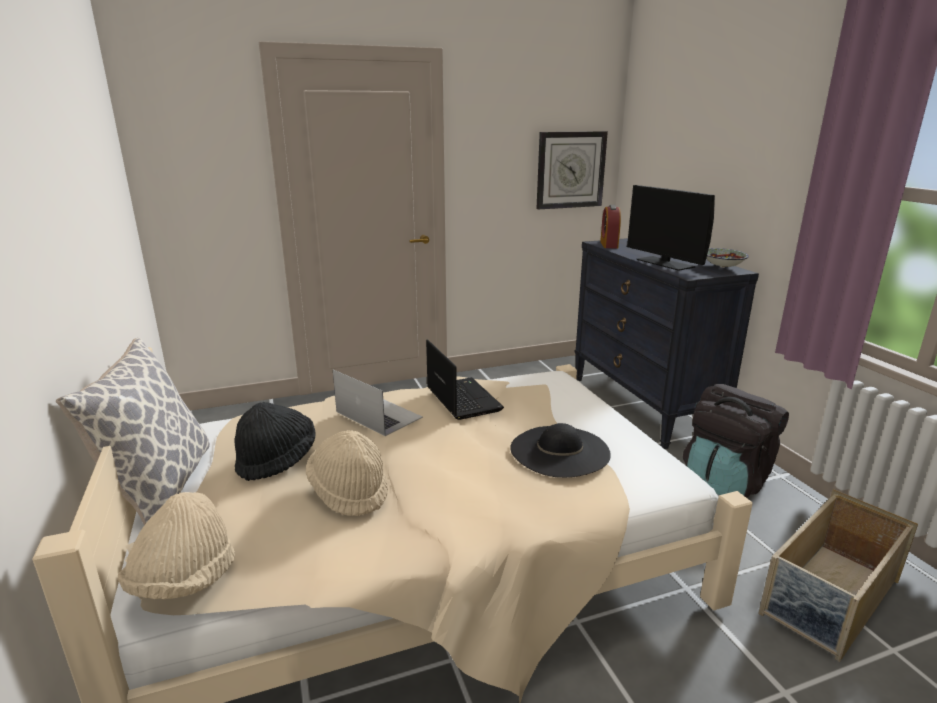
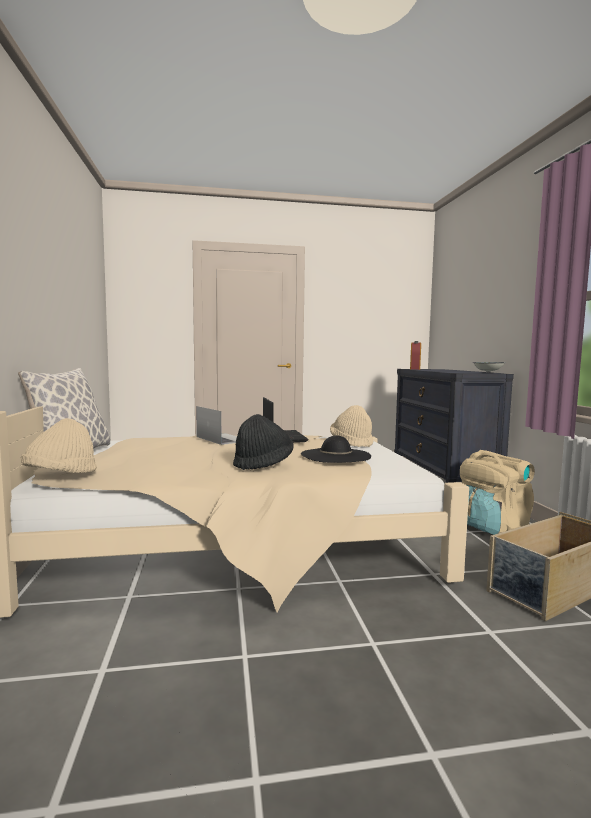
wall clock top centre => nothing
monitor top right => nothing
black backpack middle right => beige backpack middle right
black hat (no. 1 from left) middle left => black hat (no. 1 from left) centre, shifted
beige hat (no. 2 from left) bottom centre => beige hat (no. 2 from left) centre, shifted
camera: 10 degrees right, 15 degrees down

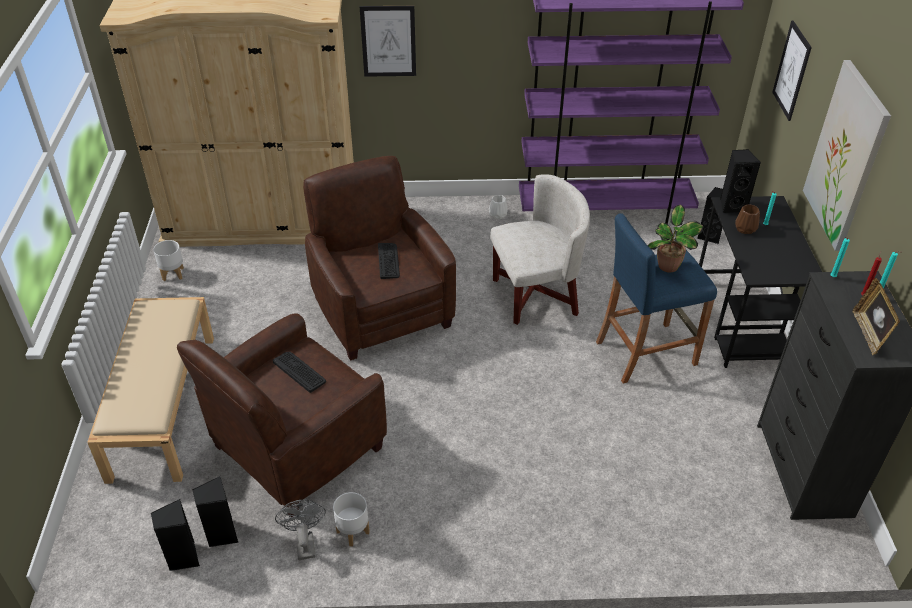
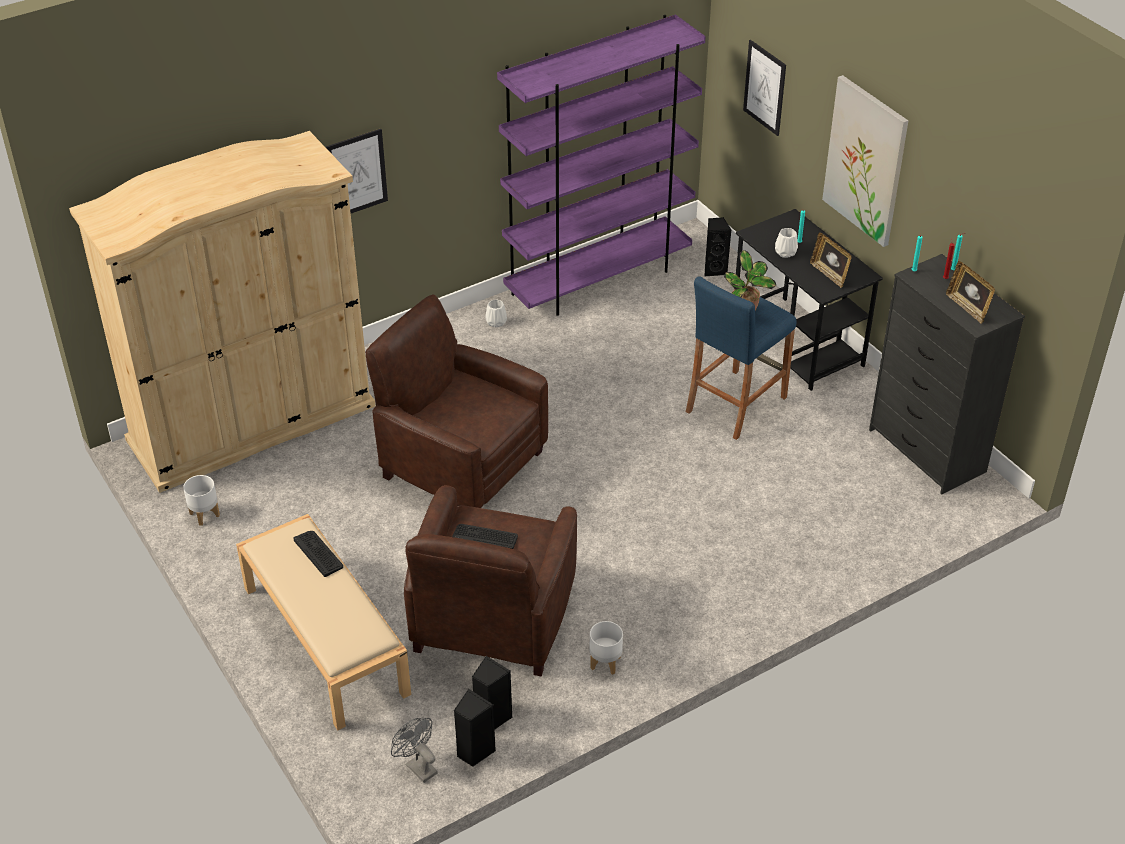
black speaker (no. 4 from left) top right => nothing
white armchair centre => nothing
brown vase middle right => white vase (no. 2 from left) top right
keyboard (no. 2 from left in the first image) centre => keyboard (no. 1 from left) middle left, shifted
grey fan bottom left => grey fan bottom centre, shifted
nothing => picture frame (no. 1 from left) top right
camera: 30 degrees left, 0 degrees up

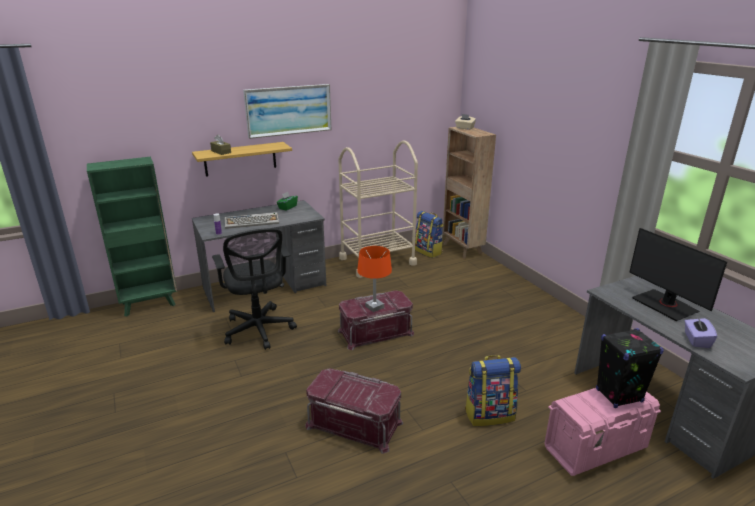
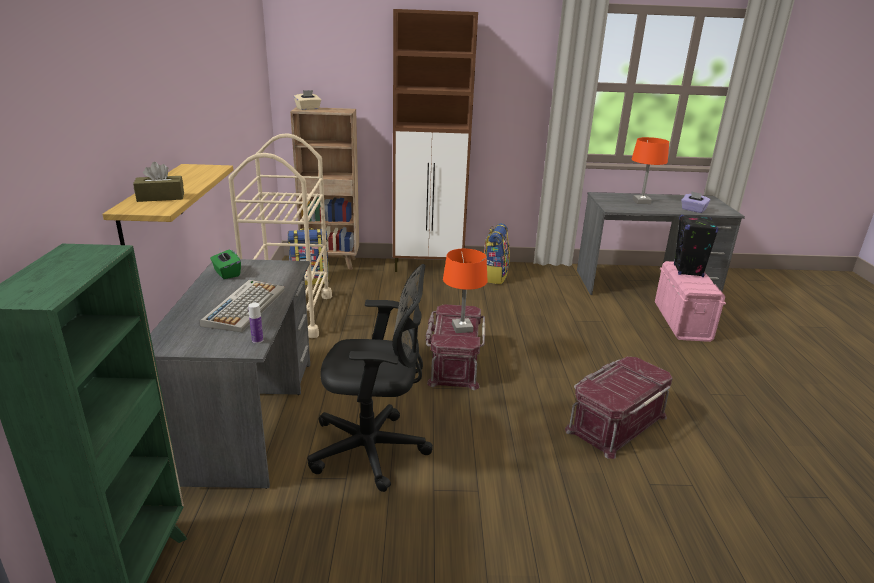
picture top centre => nothing
monitor middle right => orange table lamp (no. 2 from left) top right
backpack (no. 2 from left) bottom centre => backpack (no. 2 from left) centre, shifted
nothing => brown cabinet top centre
camera: 65 degrees left, 0 degrees up

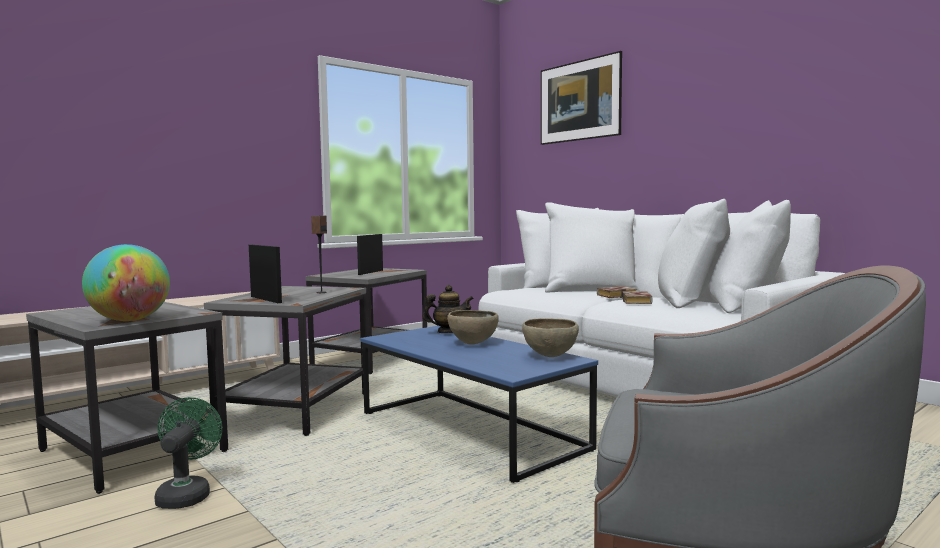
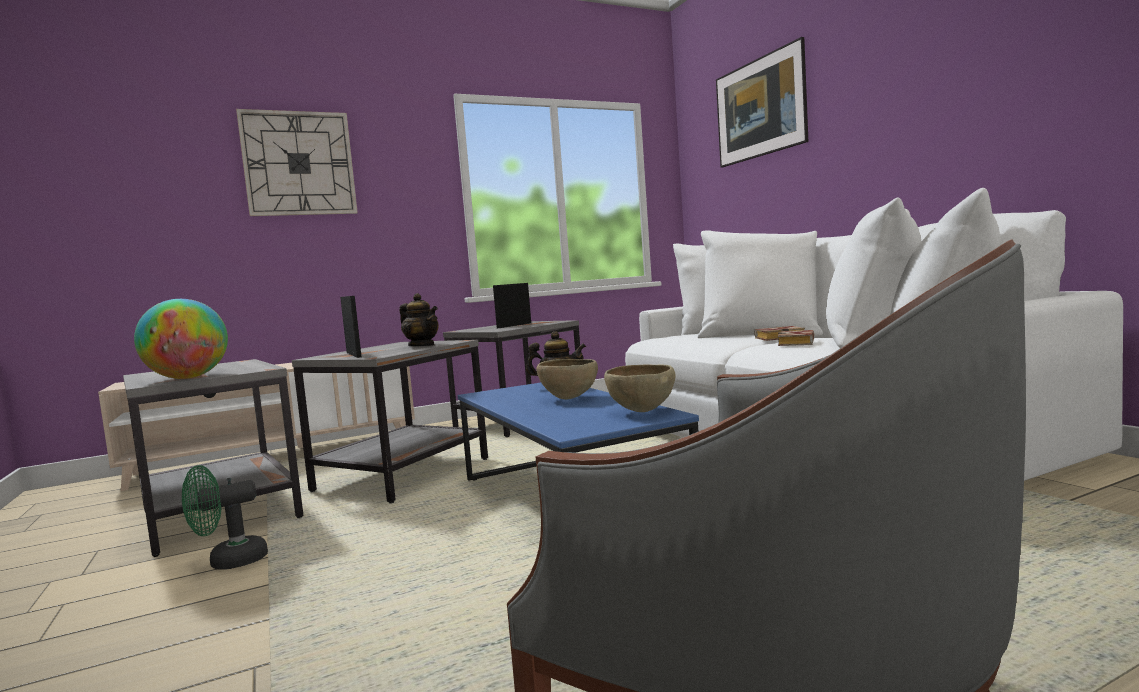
speaker centre => teapot (no. 1 from left) centre
green fan bottom left, 135 degrees counterclockwise
nothing => wall clock top left
camera: 15 degrees right, 0 degrees up

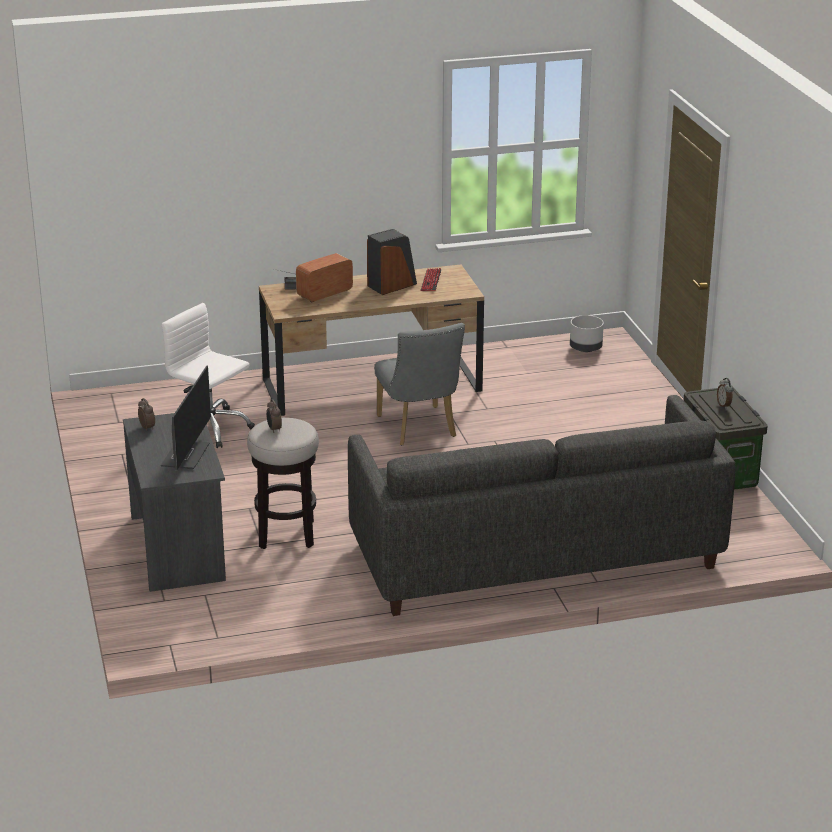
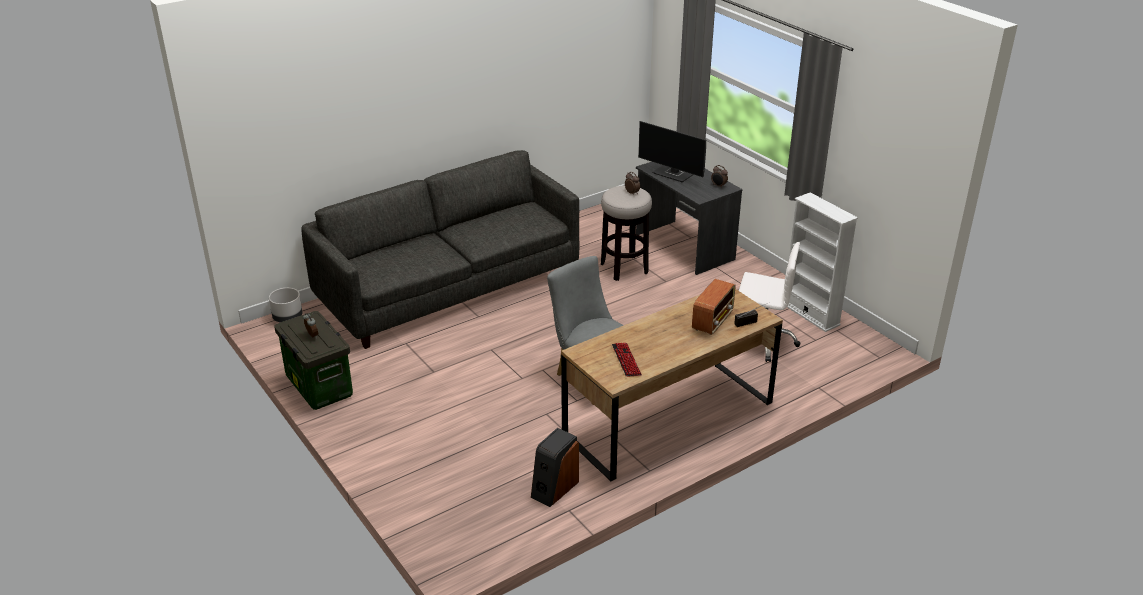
speaker top centre => speaker bottom centre, shifted
grey planter middle right => grey planter middle left, shifted
monitor middle left => monitor top centre, 45 degrees counterclockwise
nothing => white bookcase middle right
camera: 160 degrees right, 5 degrees up

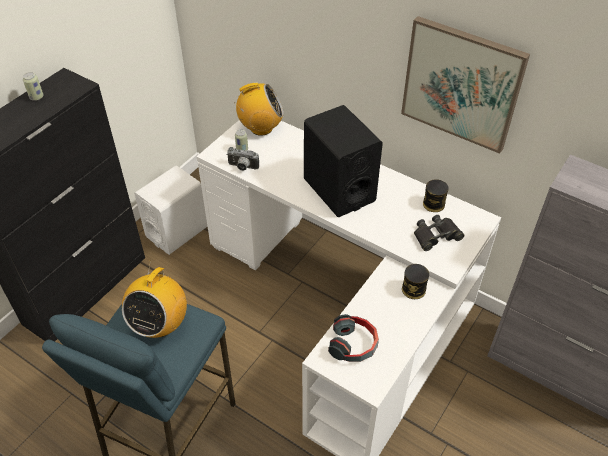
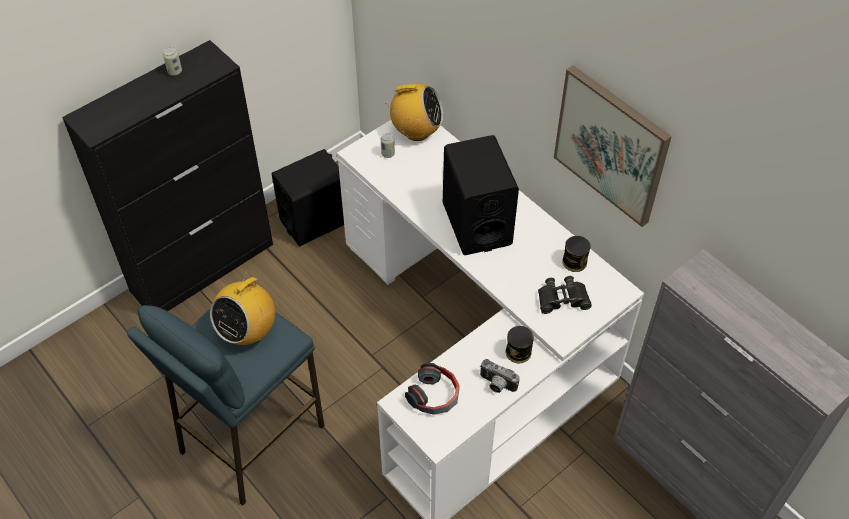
photo camera centre => photo camera bottom centre, shifted
white speaker middle left => black speaker (no. 1 from left) centre
camera: 15 degrees right, 5 degrees up

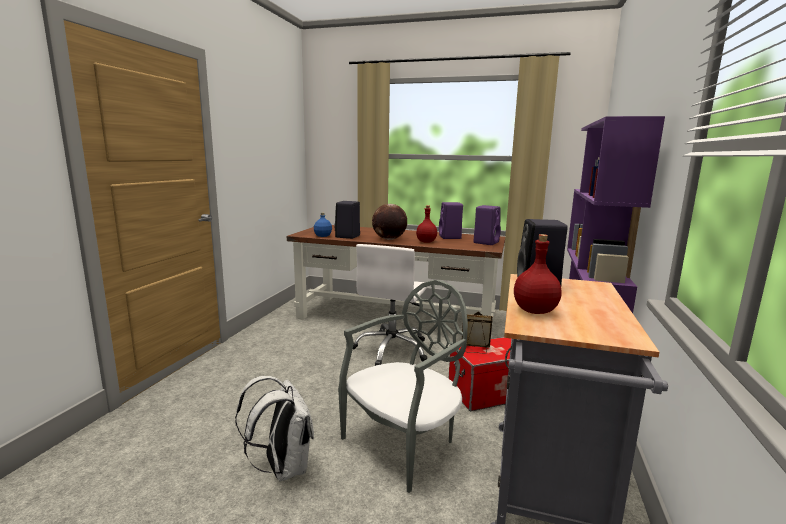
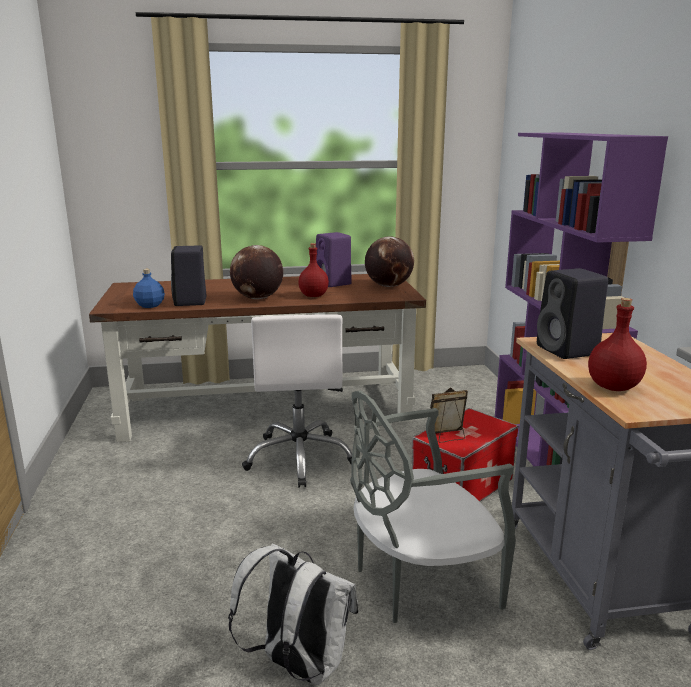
purple speaker (no. 2 from left) centre => globe (no. 2 from left) centre
grey chair bottom centre, 135 degrees counterclockwise
camera: 25 degrees left, 5 degrees up

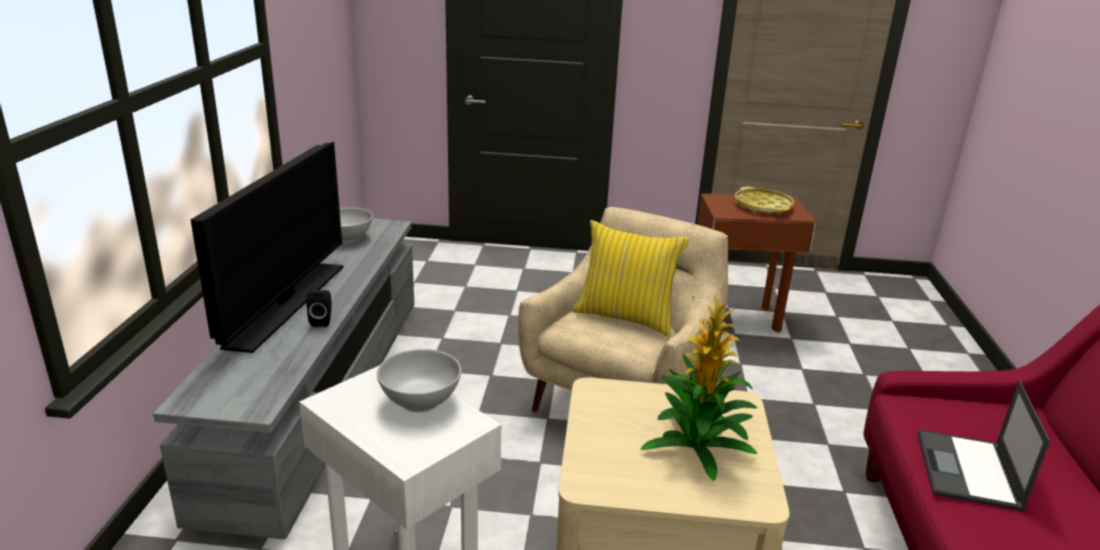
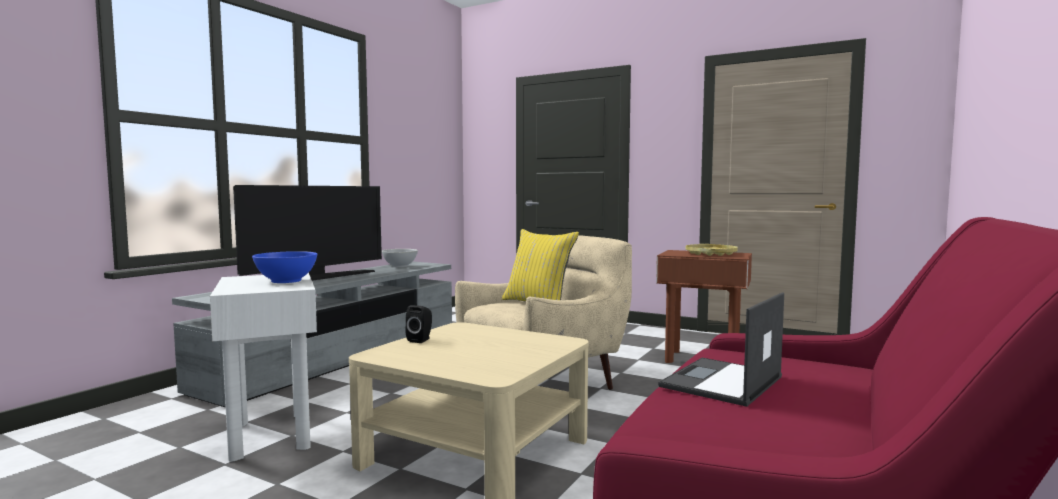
black speaker middle left => black speaker centre, shifted
potted plant bottom centre => nothing
white bowl (no. 2 from left) bottom centre => blue bowl middle left
camera: 25 degrees right, 20 degrees down

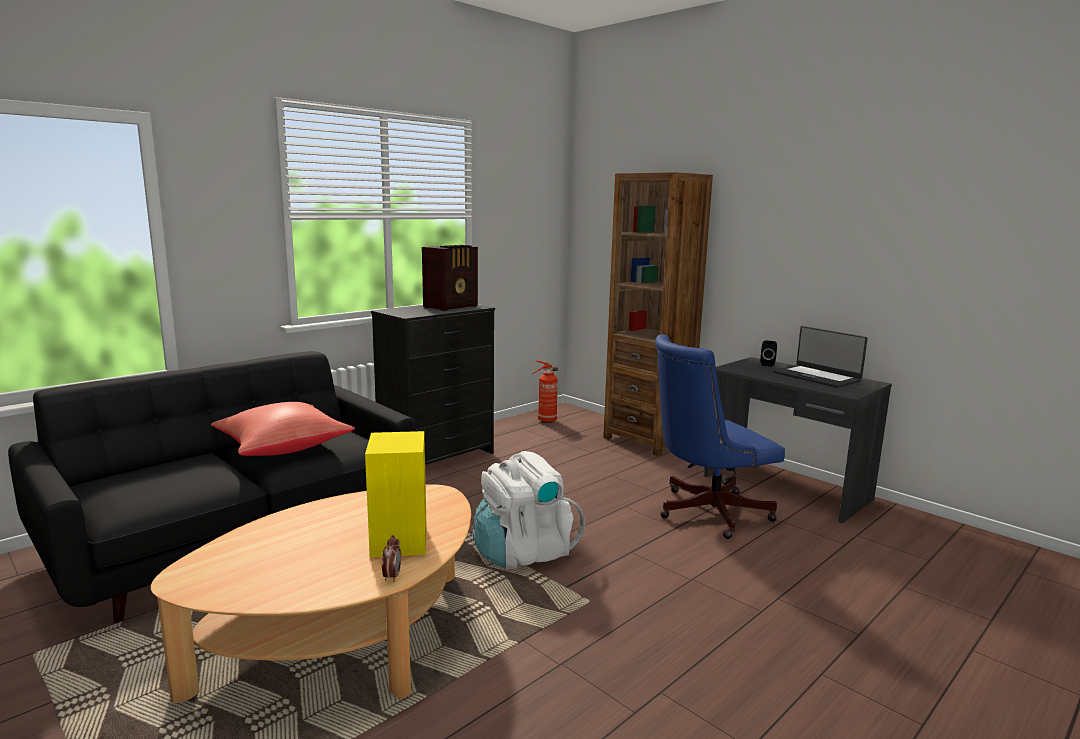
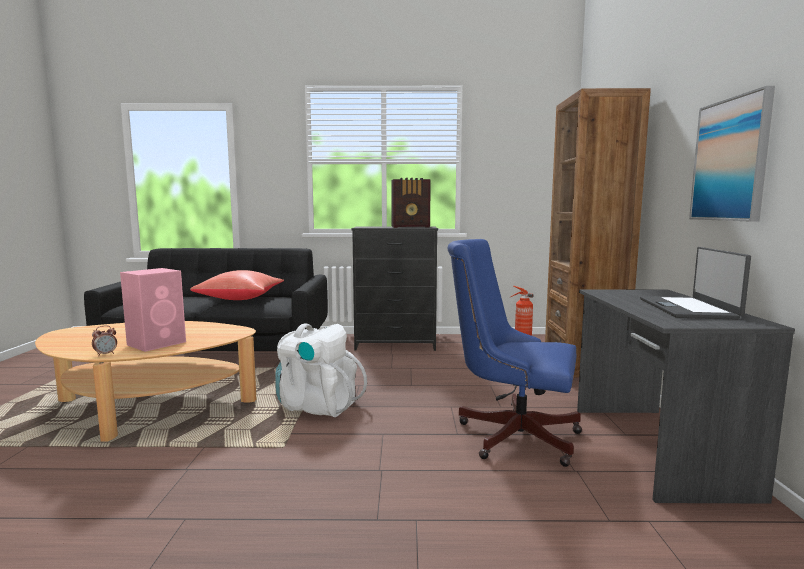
black speaker middle right => nothing
yellow speaker bottom centre => pink speaker middle left
nothing => picture top right
camera: 45 degrees right, 5 degrees down

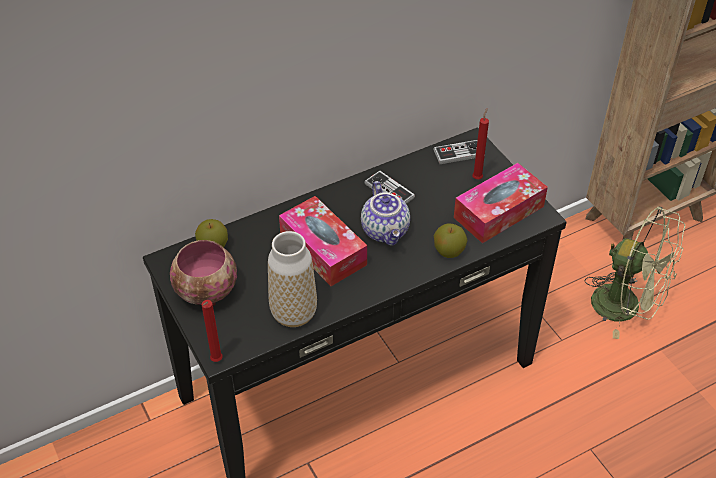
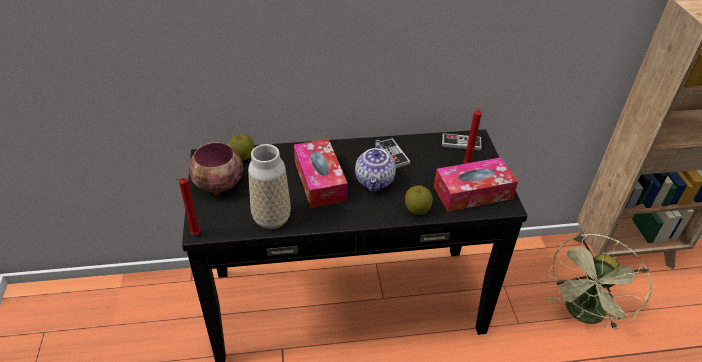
green fan middle right => green fan bottom right, 75 degrees clockwise
camera: 20 degrees right, 5 degrees down

